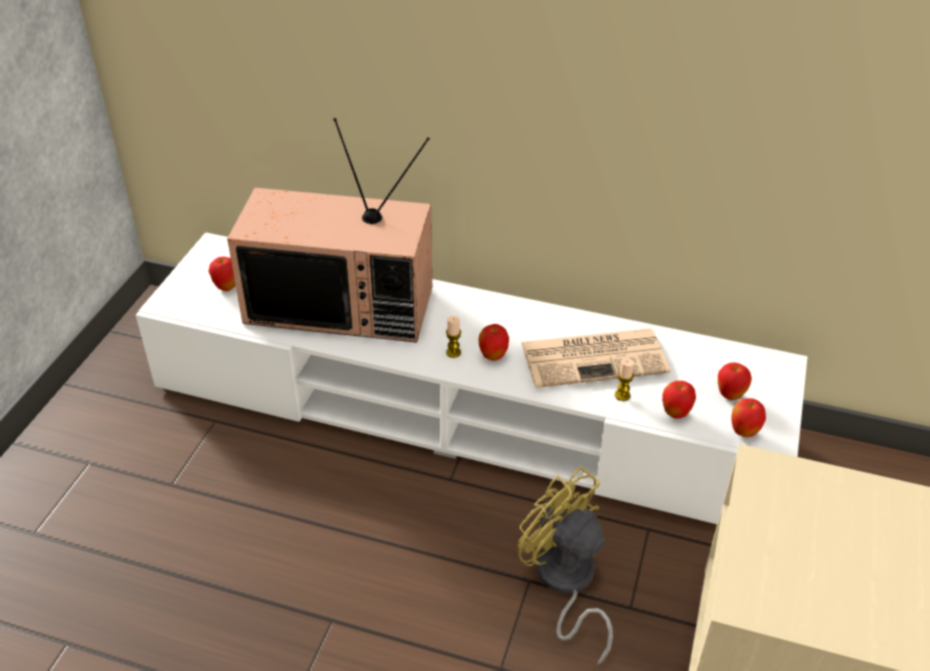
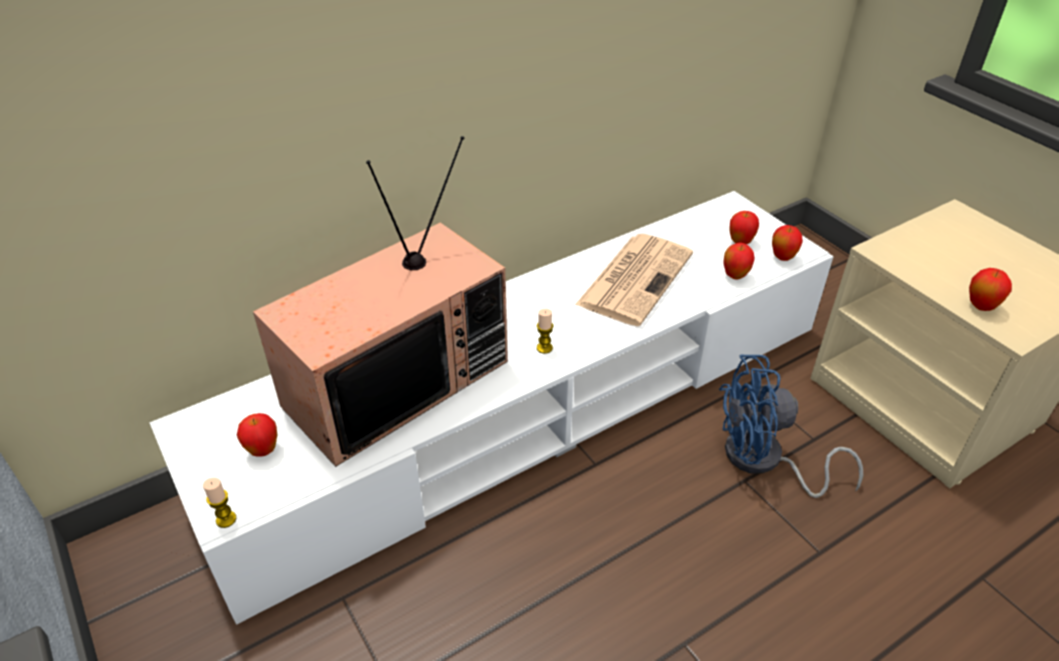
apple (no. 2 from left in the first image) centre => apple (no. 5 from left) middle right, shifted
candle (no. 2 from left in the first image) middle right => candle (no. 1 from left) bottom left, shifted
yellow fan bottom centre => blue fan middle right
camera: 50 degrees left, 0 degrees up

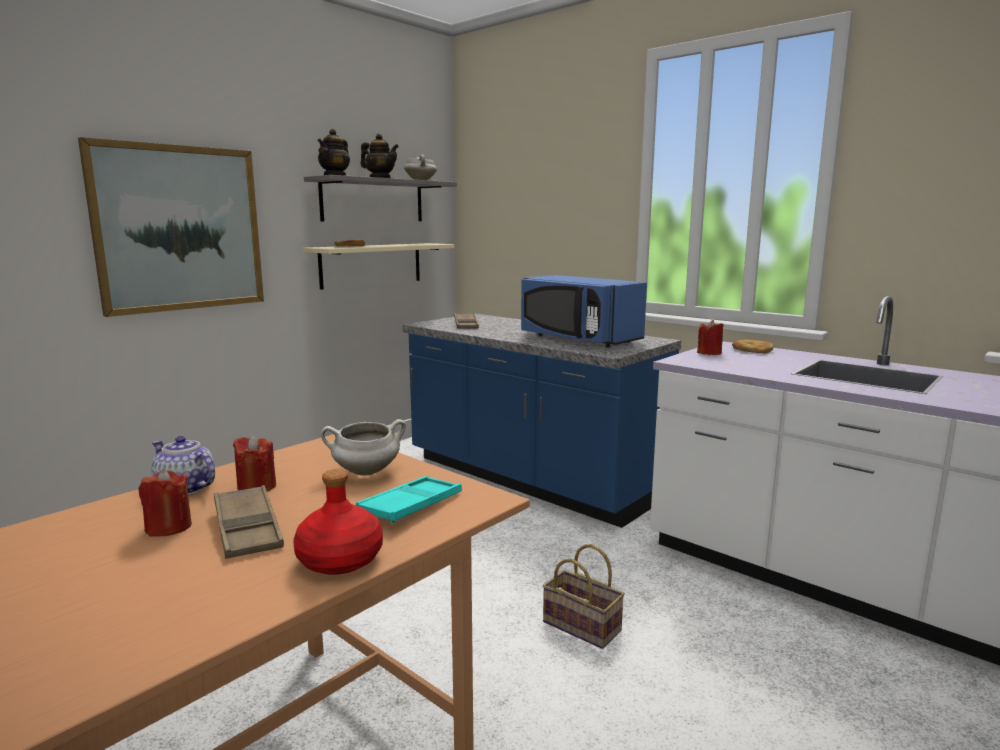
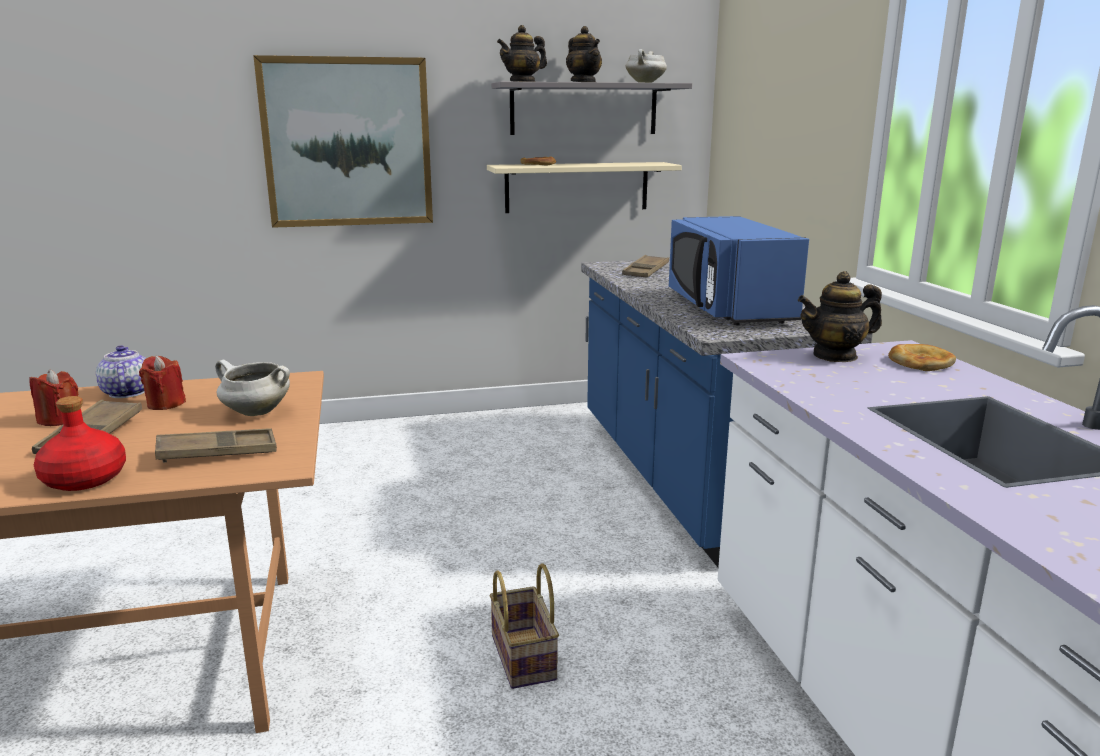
red candle (no. 3 from left) middle right => teapot (no. 4 from left) middle right
turquoise tray bottom centre => brown tray (no. 2 from left) middle left
camera: 35 degrees right, 5 degrees up

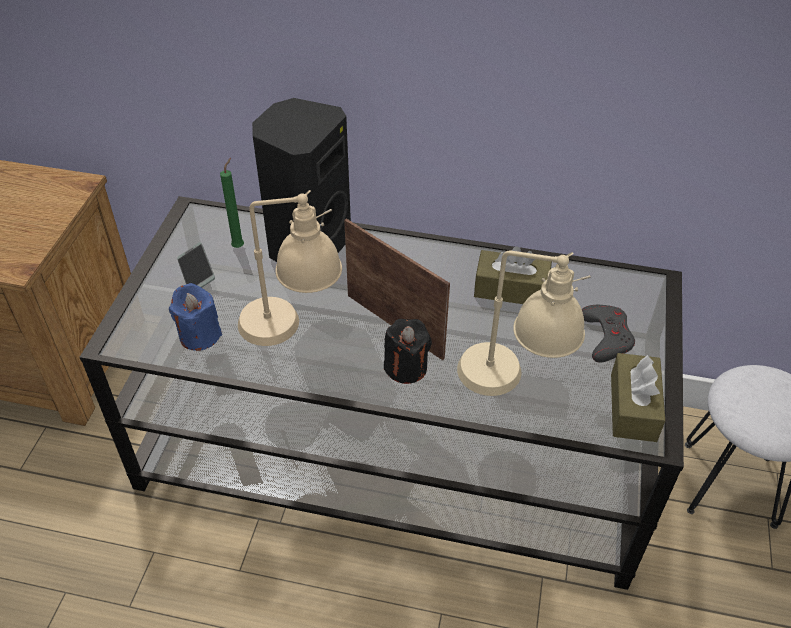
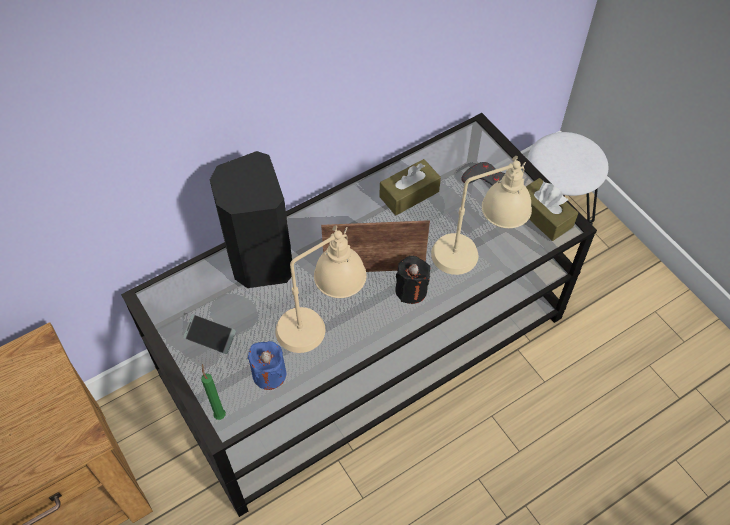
green candle top left => green candle bottom left, shifted
camera: 45 degrees left, 10 degrees up

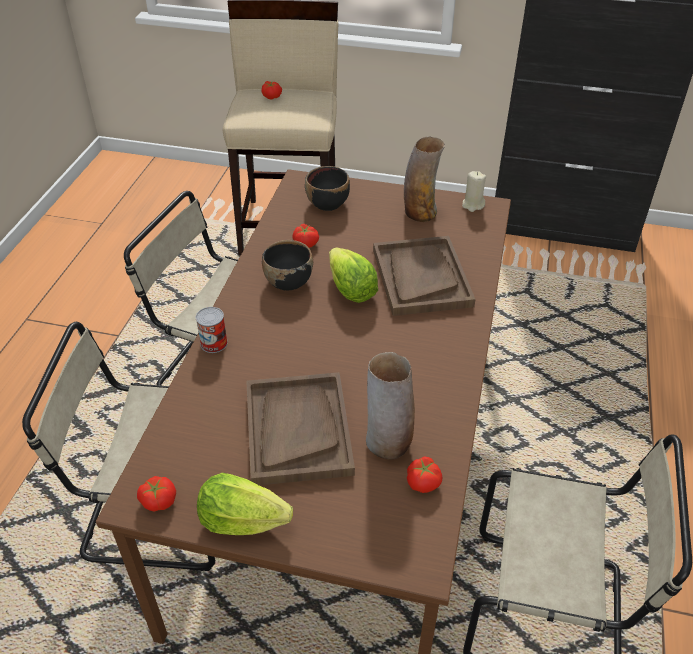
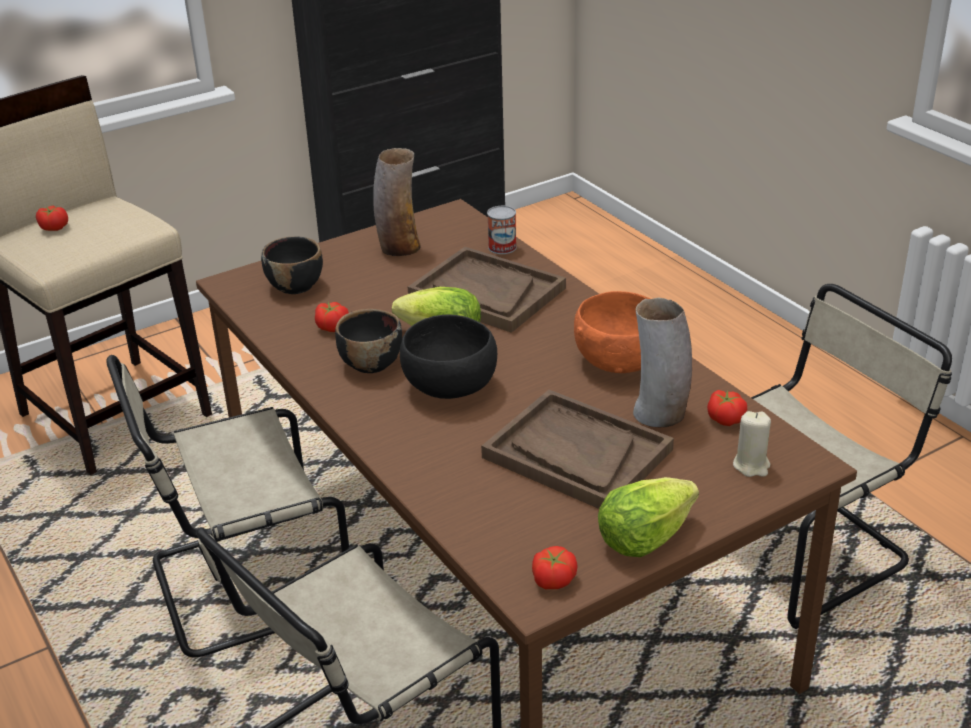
beige candle top right => beige candle middle right, shifted
can middle left => can top centre, shifted
nothing => orange bowl centre
nothing => black bowl (no. 3 from left) centre
camera: 45 degrees left, 10 degrees down

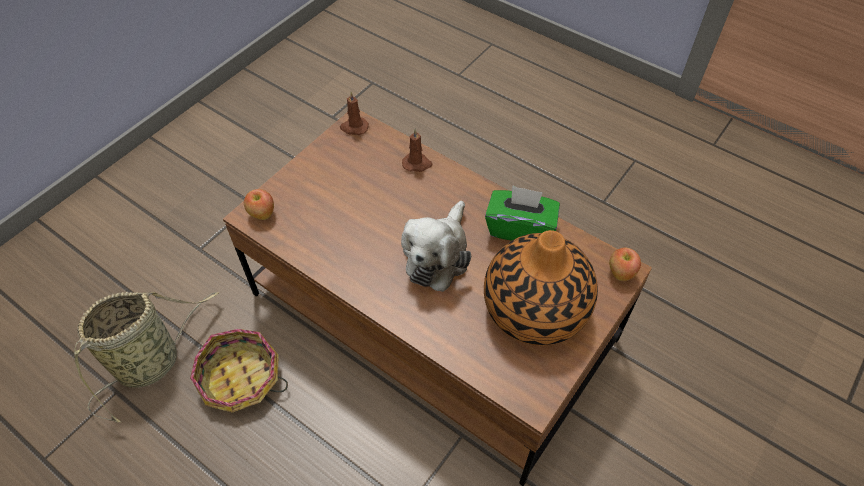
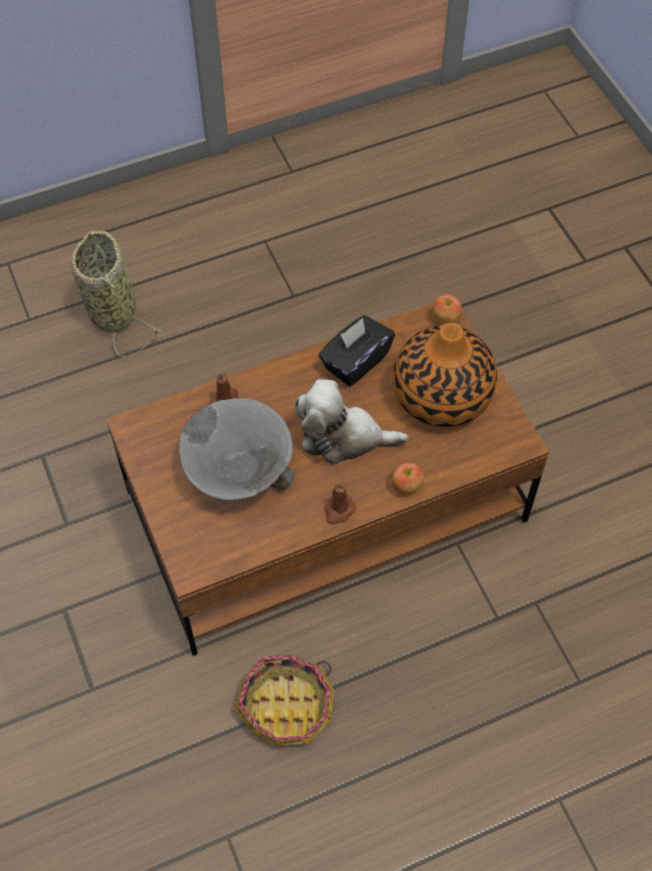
brown candle (no. 1 from left in the first image) top centre => brown candle (no. 2 from left) centre, shifted
green tissue box centre => black tissue box centre
apple (no. 1 from left) middle left => apple (no. 1 from left) centre, shifted
plush toy centre, 135 degrees clockwise
basket (no. 1 from left) bottom left => basket (no. 1 from left) middle left, shifted
nothing => grey bowl centre
camera: 60 degrees left, 5 degrees up

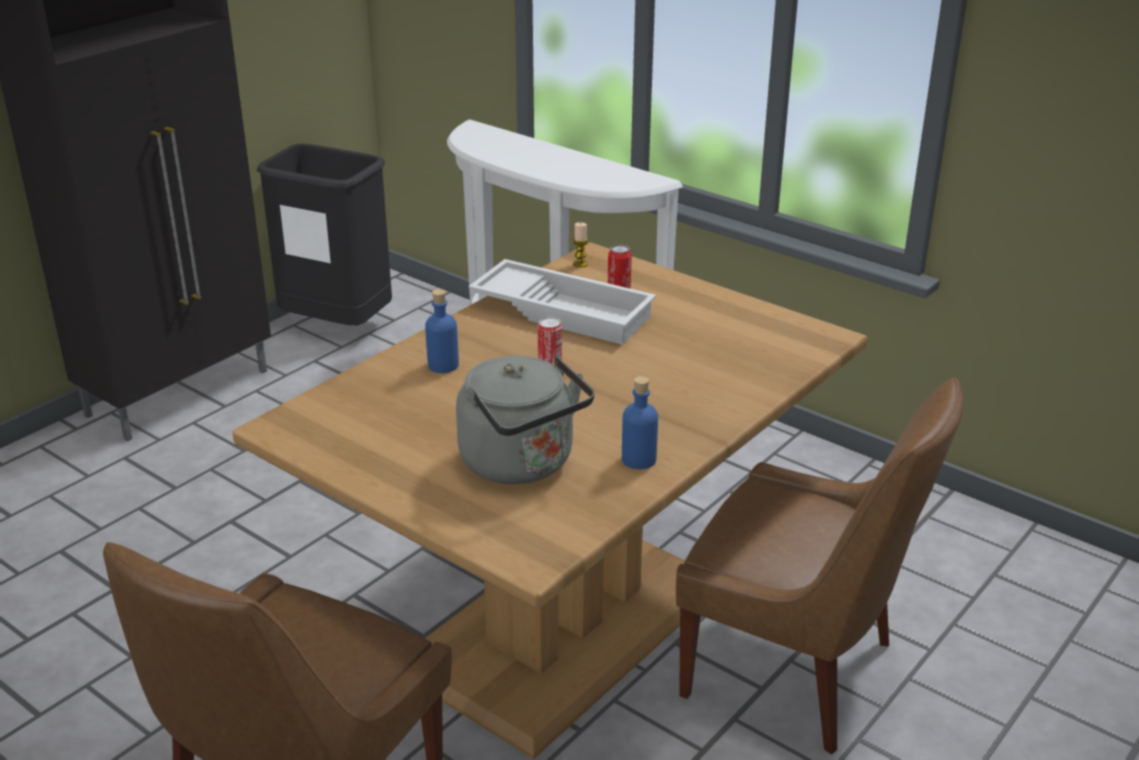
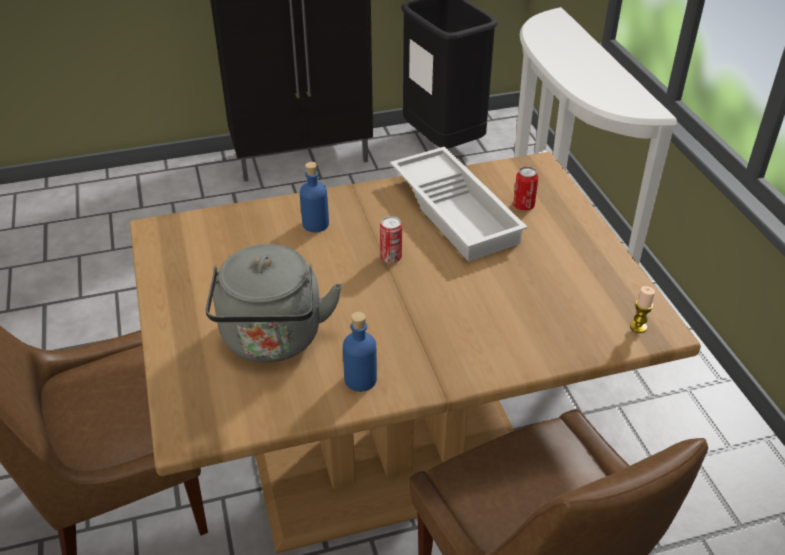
candle top centre => candle middle right, shifted
camera: 35 degrees right, 10 degrees up

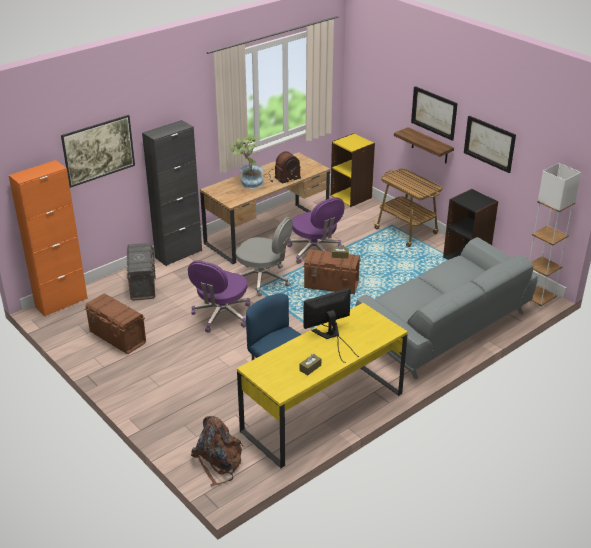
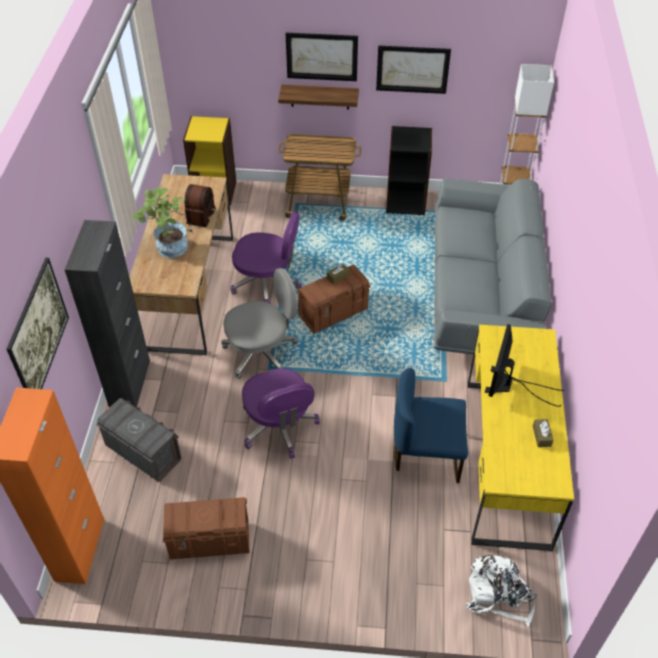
brown backpack bottom centre => white backpack bottom right
camera: 45 degrees left, 15 degrees up

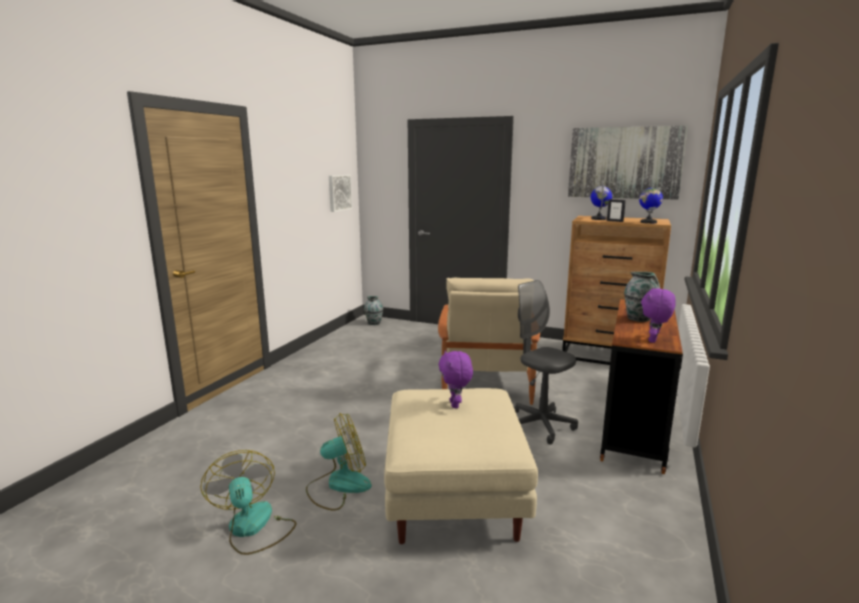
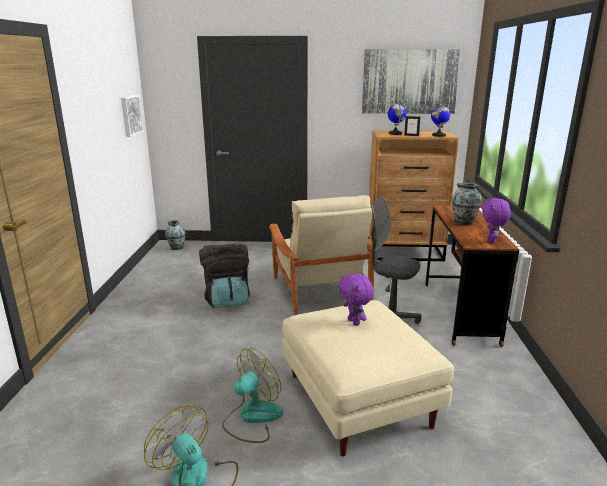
nothing => black backpack centre
camera: 20 degrees left, 5 degrees up

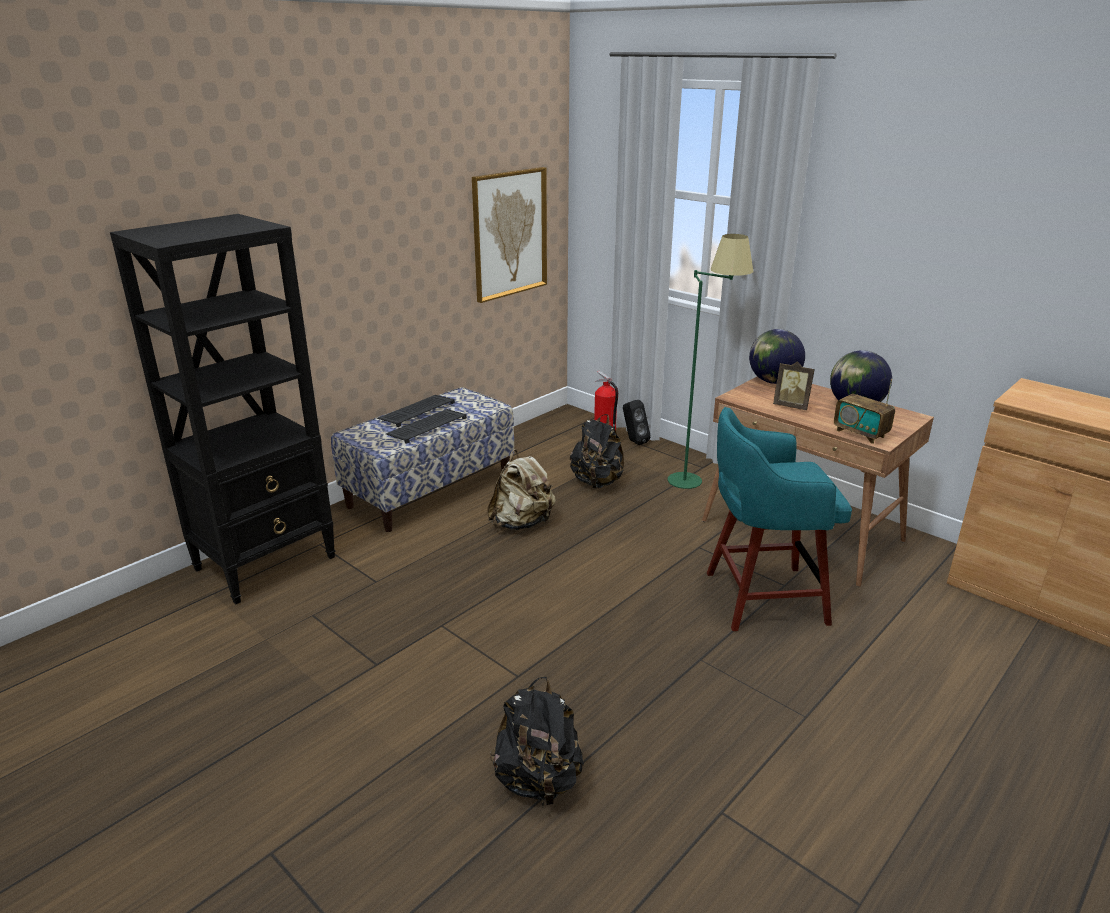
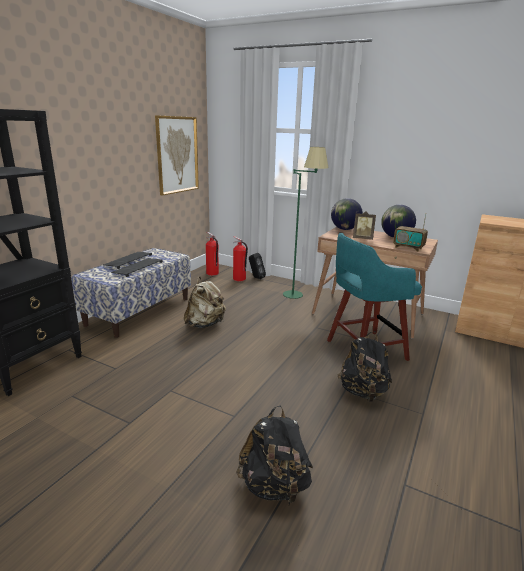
black backpack (no. 2 from left) centre => black backpack (no. 2 from left) middle right, shifted
nothing => fire extinguisher (no. 1 from left) centre
camera: 15 degrees left, 5 degrees down

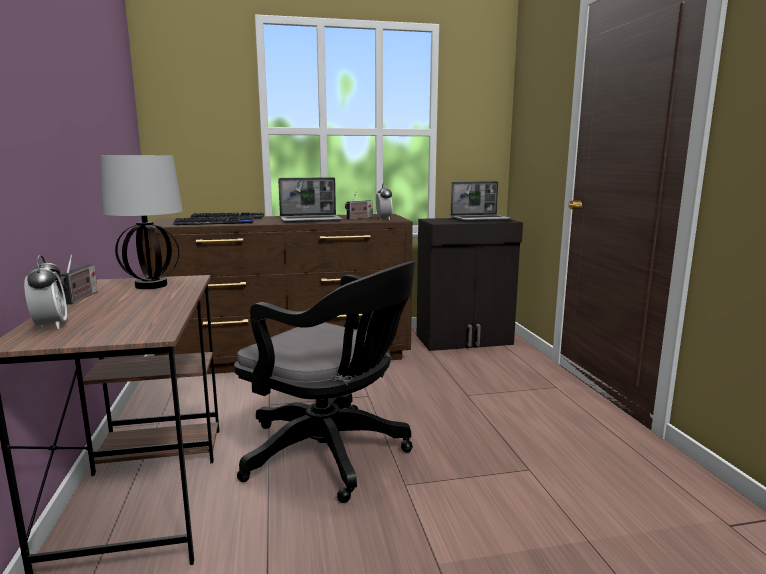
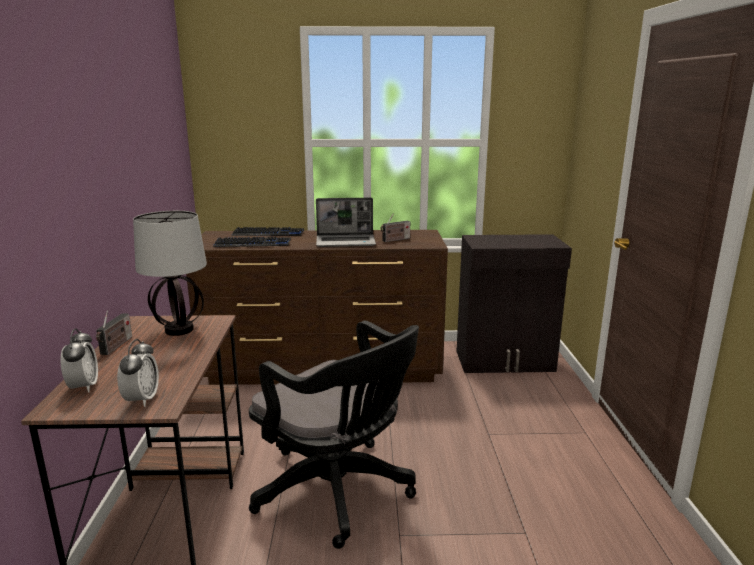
laptop (no. 2 from left) centre => nothing
alarm clock (no. 2 from left) centre => alarm clock (no. 2 from left) middle left, shifted
camera: 10 degrees right, 5 degrees up

